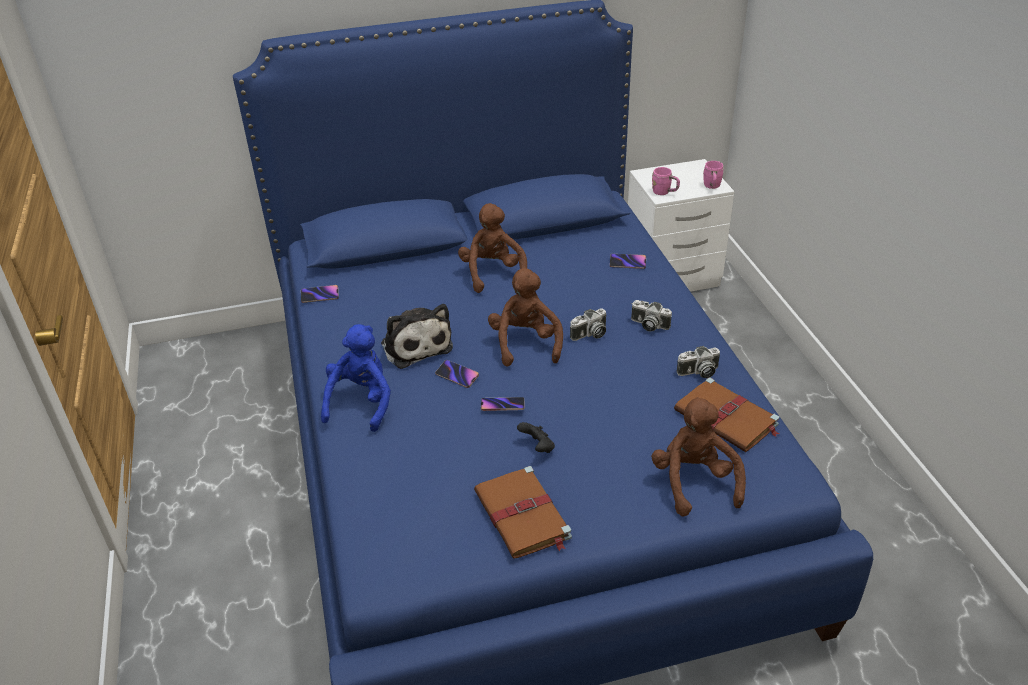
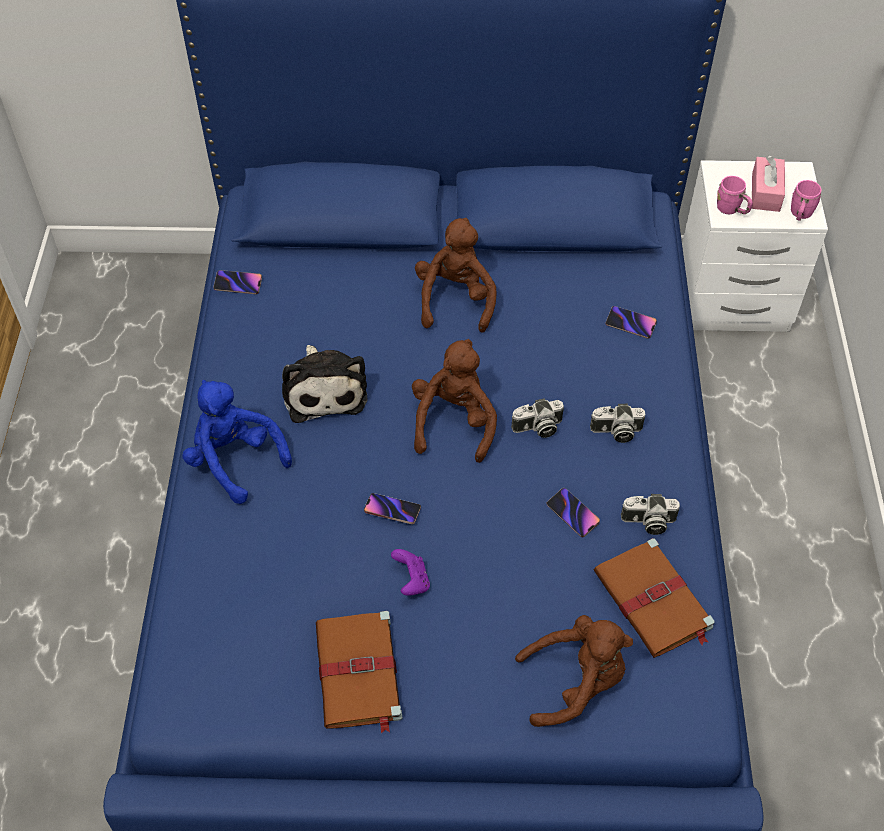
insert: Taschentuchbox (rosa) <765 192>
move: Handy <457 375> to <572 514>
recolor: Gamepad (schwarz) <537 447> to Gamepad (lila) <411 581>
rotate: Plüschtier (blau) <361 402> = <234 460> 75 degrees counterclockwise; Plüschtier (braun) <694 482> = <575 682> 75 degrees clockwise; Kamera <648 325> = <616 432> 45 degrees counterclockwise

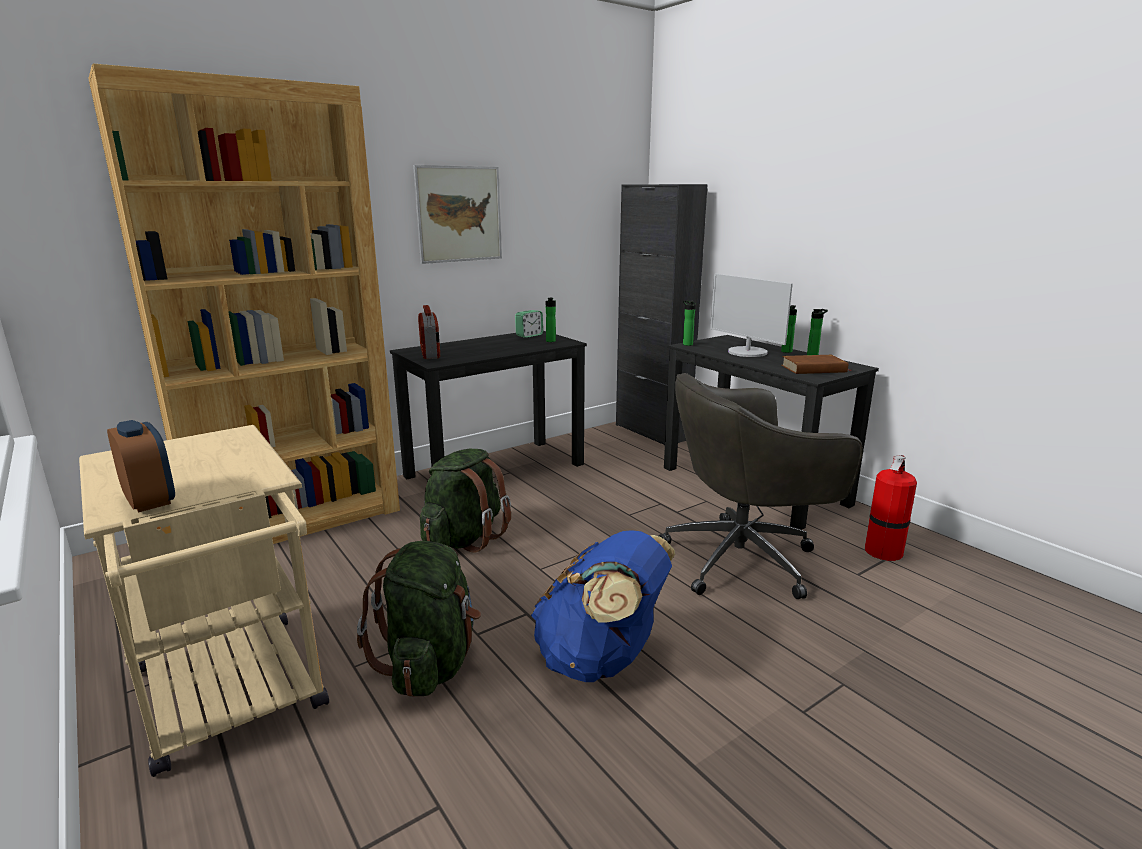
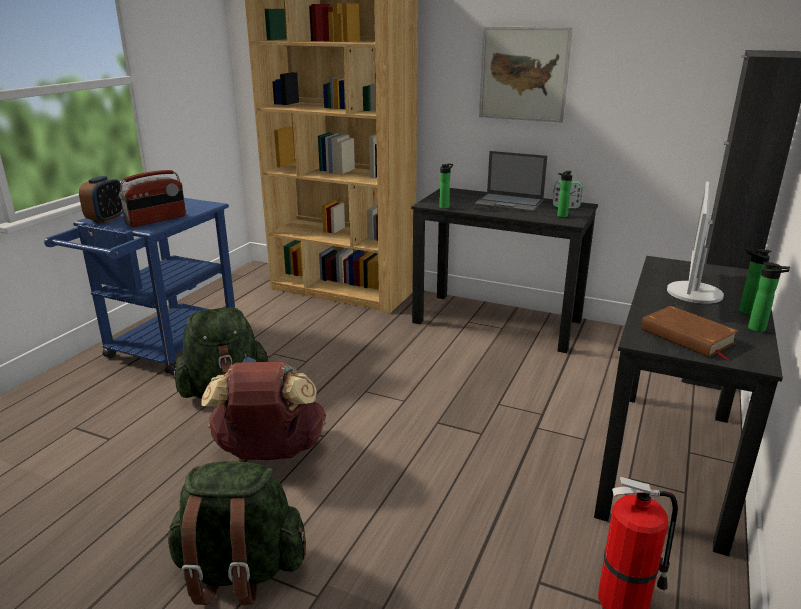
delete: Bürostuhl (grau) <743 559>
insert: Laptop <510 203>
move: Radio <430 353> to <156 220>; Rucksack (grün) <465 538> to <239 571>; Flasche <686 344> to <445 207>
recolor: Rollwagen (beige) <234 699> to Rollwagen (blau) <165 350>; Rucksack (blau) <601 659> to Rucksack (braun) <269 453>

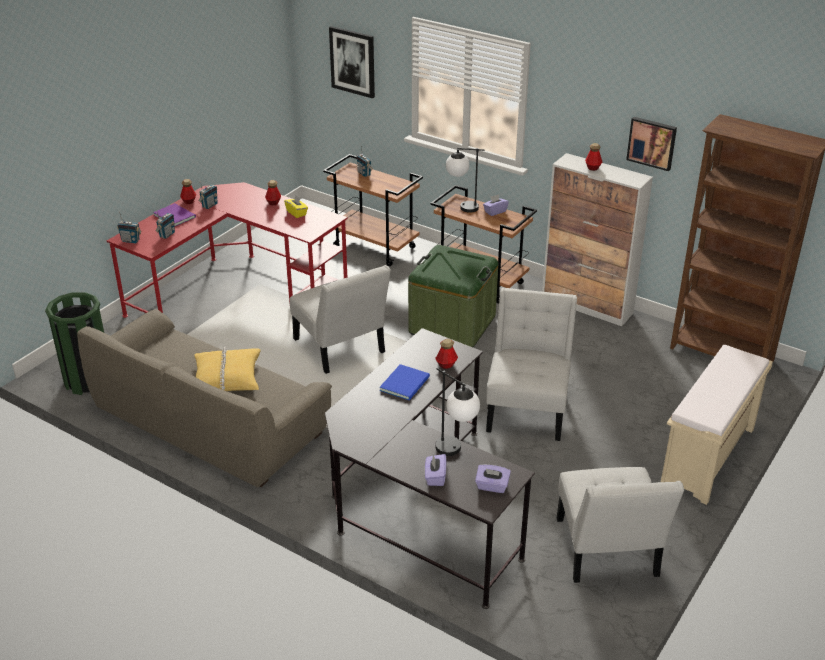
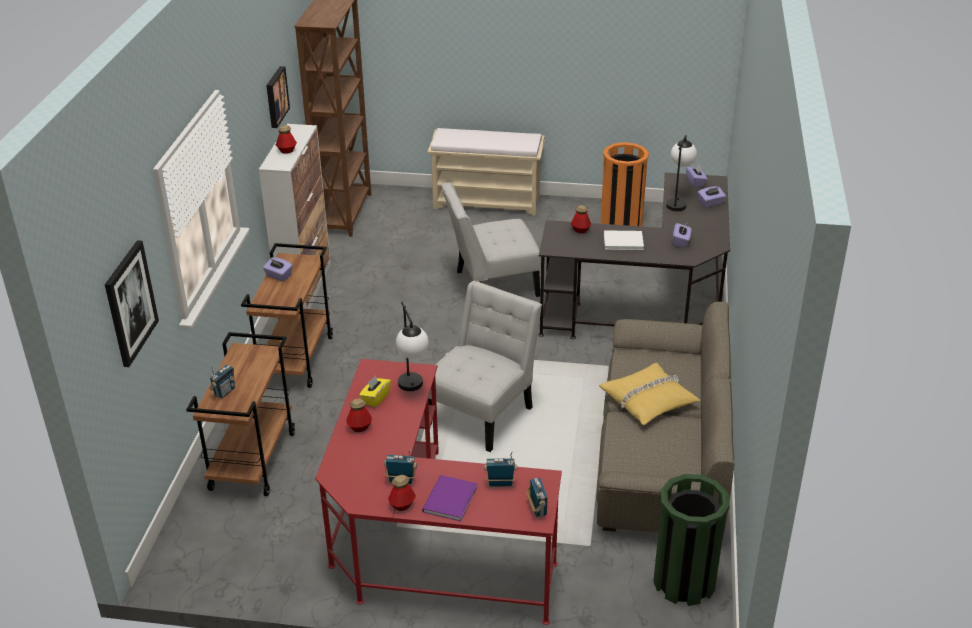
delete: Aufbewahrungsbox (grün) <452 324>
insert: Taschentuchbox (lila) <681 242>
move: Tischlampe <461 207> to <413 389>
replace: Stuhl (weiß) <607 552> to Mülleimer (orange) <621 223>
recolor: Buch (blau) <406 383> to Buch (weiß) <622 241>

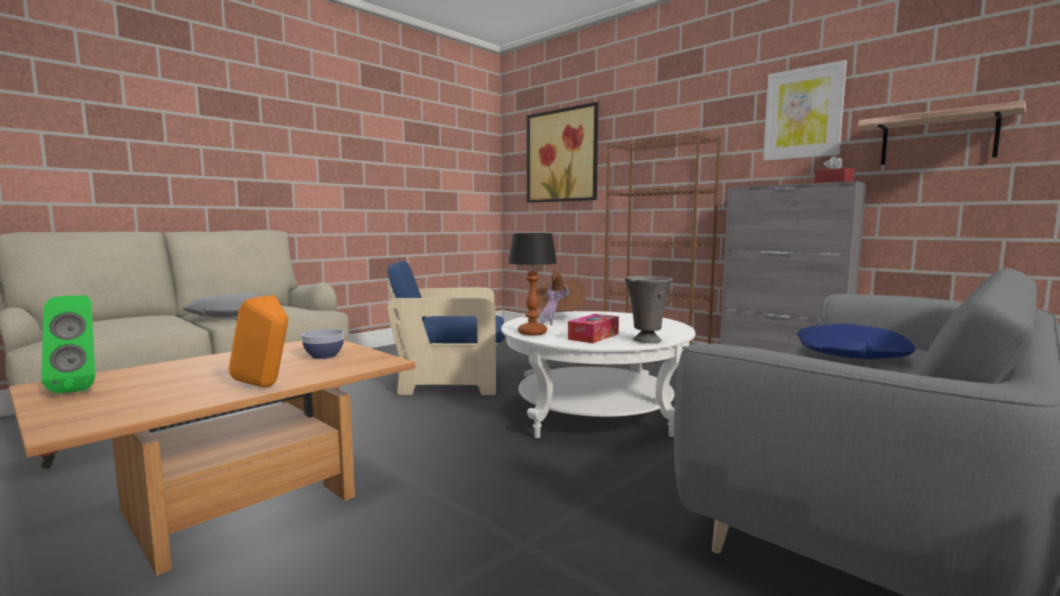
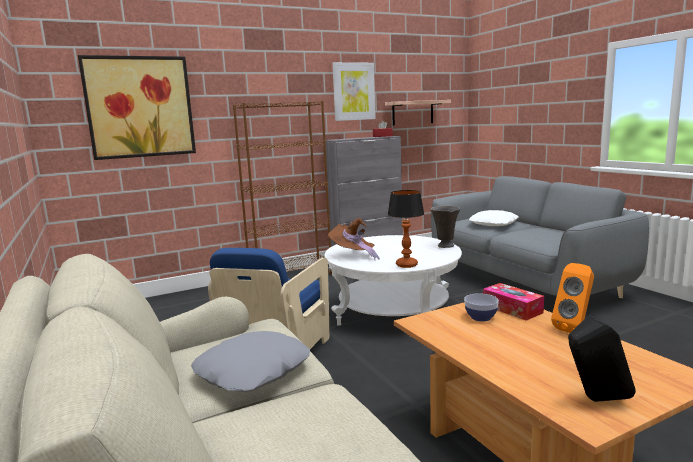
move: Taschentuchbox <593 336> to <512 309>
recolor: Kissen (blau) <851 353> to Kissen (weiß) <494 224>; Lautsprecher (grün) <79 388> to Lautsprecher (schwarz) <595 400>

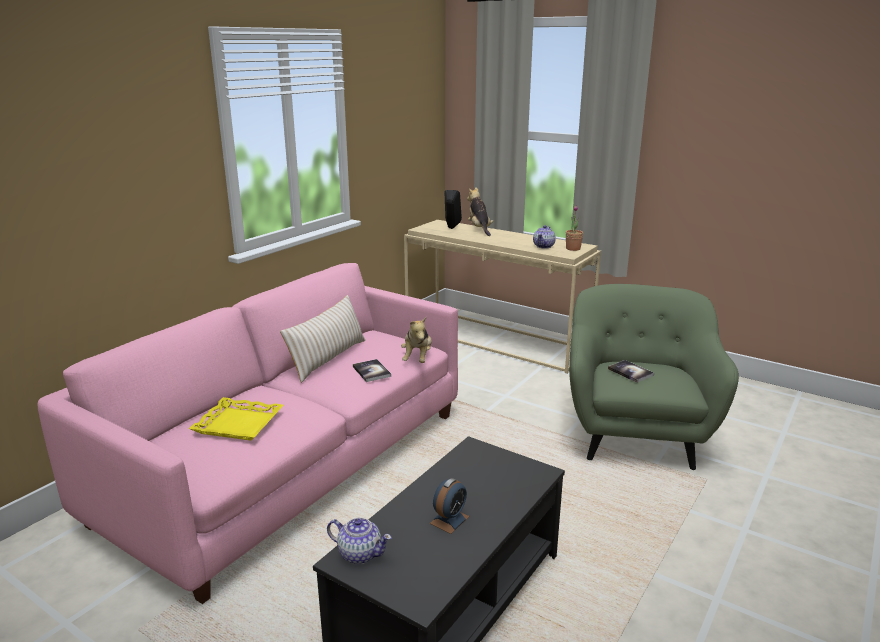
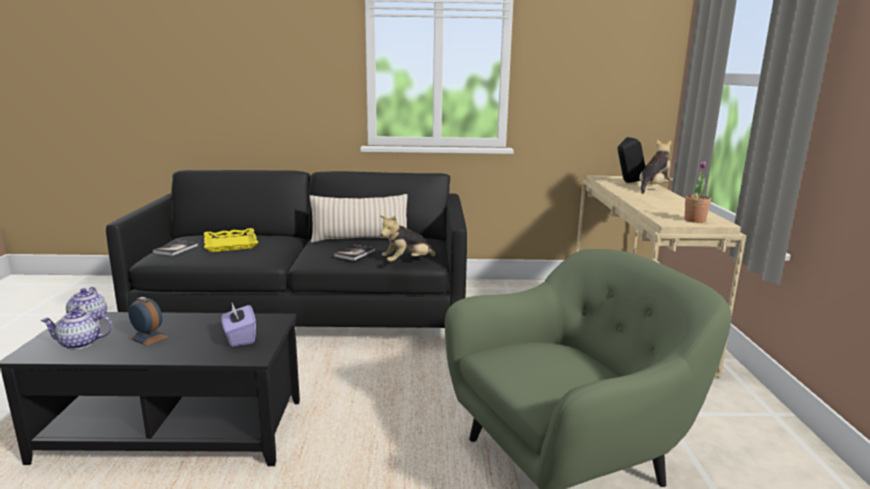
insert: Taschentuchbox (lila) <239 338>
move: Teekanne <544 246> to <80 343>; Buch <630 372> to <175 249>
recolor: Sofa (rosa) <290 464> to Sofa (schwarz) <310 312>
rotate: Wecker <449 520> = <148 337> 150 degrees counterclockwise

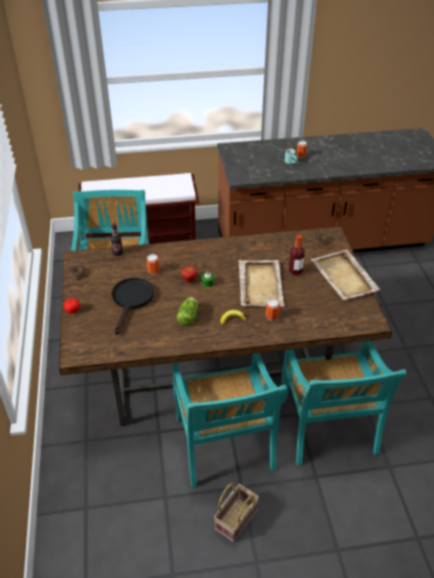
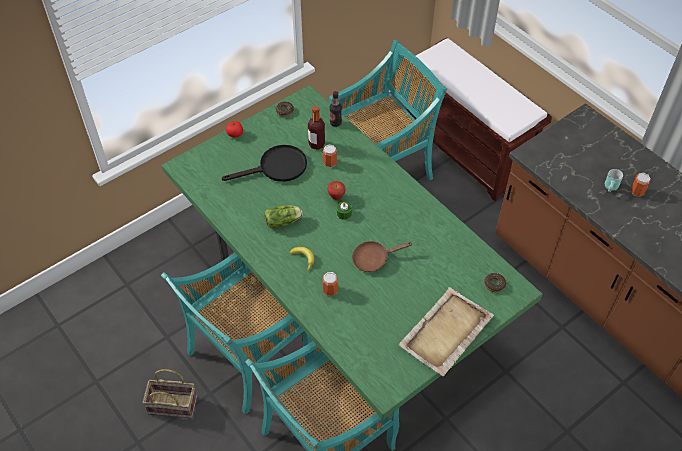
move: Flasche <295 271> to <316 144>
replace: Tablett (beige) <260 284> to Pfanne (braun) <374 259>
recolor: Esstisch (braun) <217 368> to Esstisch (grün) <341 303>

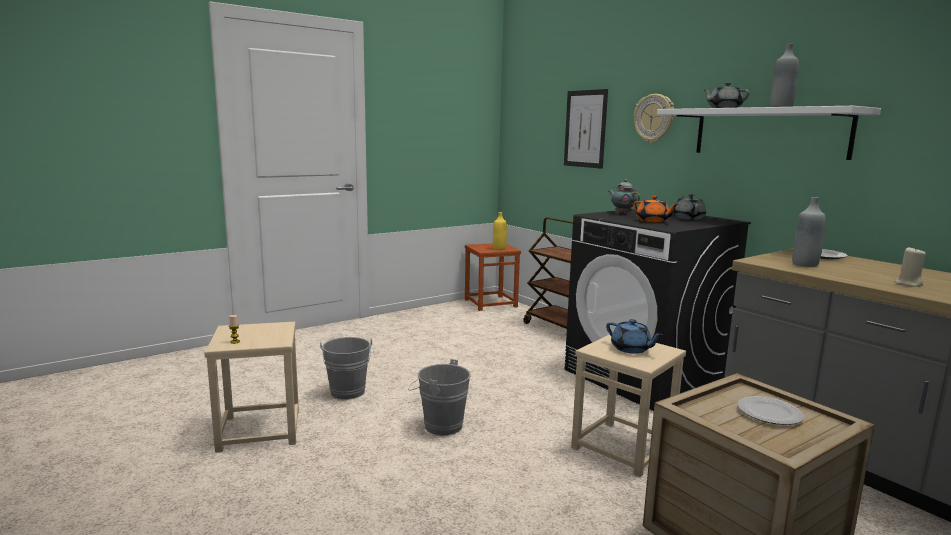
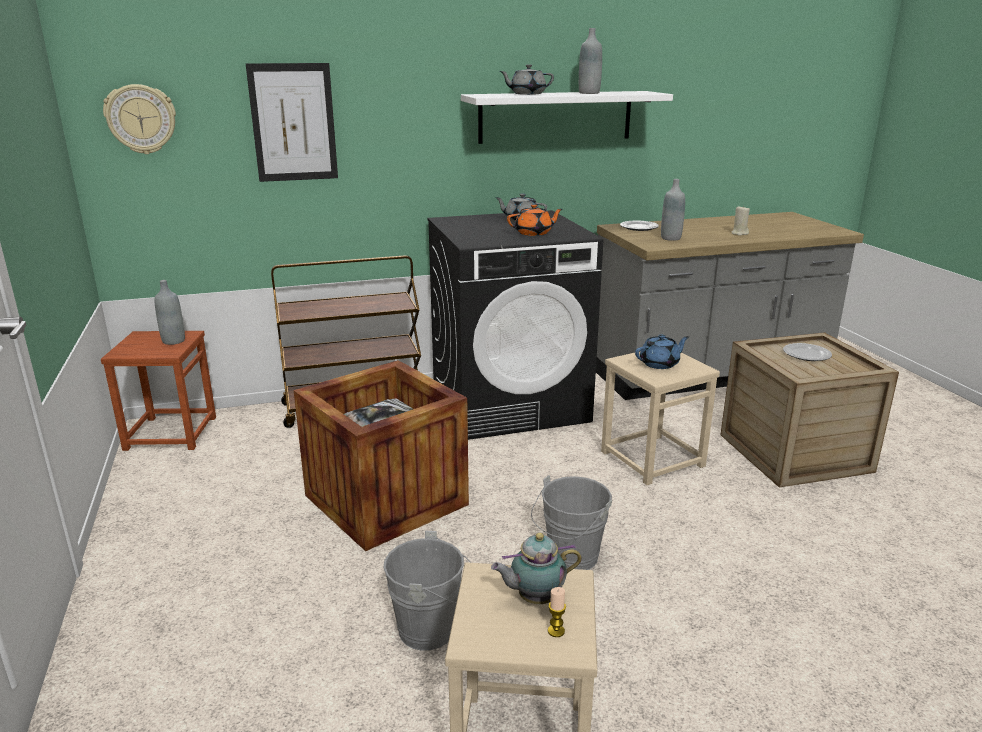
insert: Kiste <386 500>
move: Wanduhr <654 118> to <141 119>; Teekanne <622 213> to <534 598>
recolor: Flasche (gelb) <499 249> to Flasche (grau) <173 341>

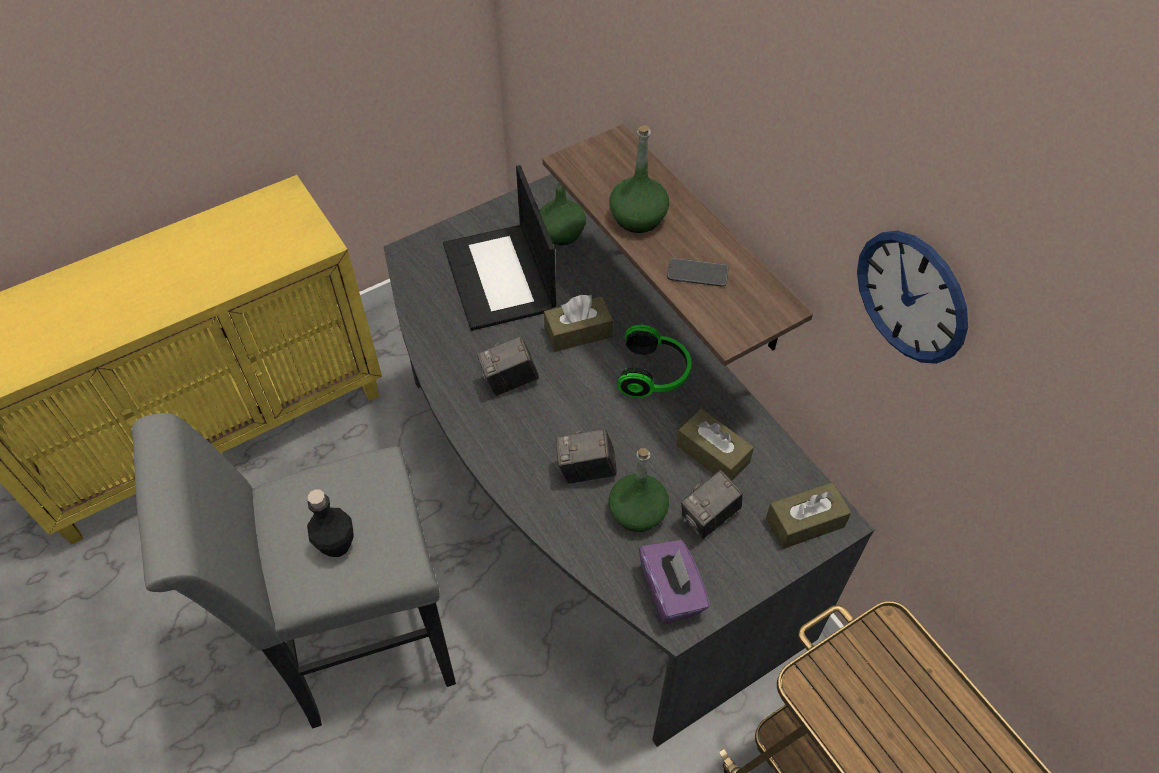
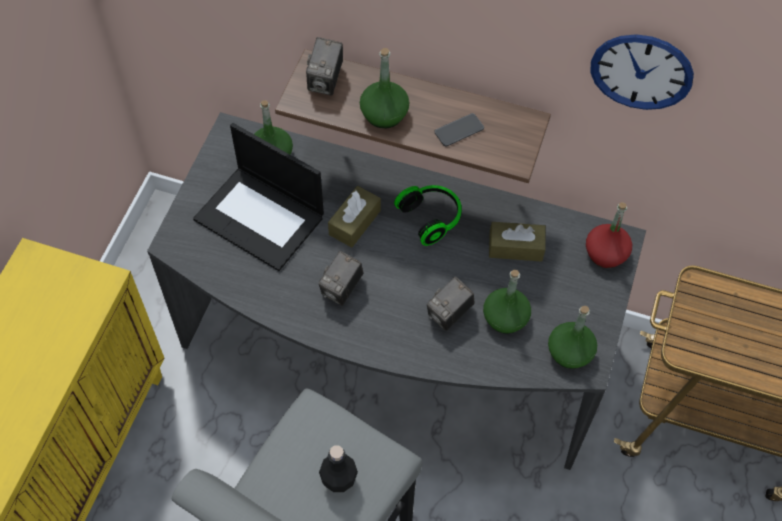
move: Kamera <709 518> to <325 81>
replace: Taschentuchbox (lila) <671 592> to Flasche (grün) <569 352>; Taschentuchbox (braun) <805 522> to Flasche (rot) <605 253>

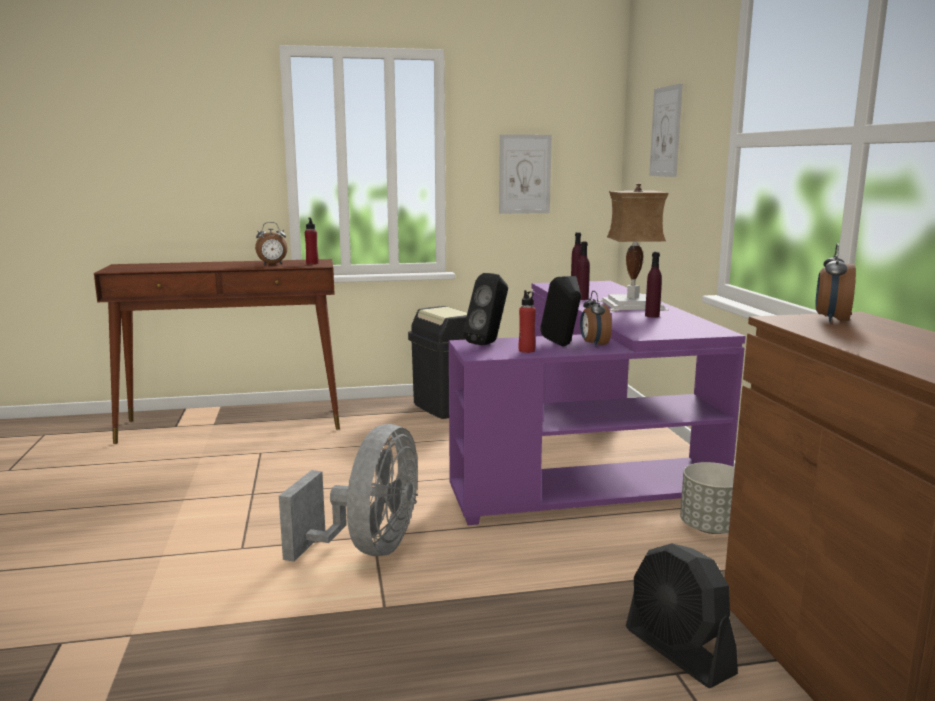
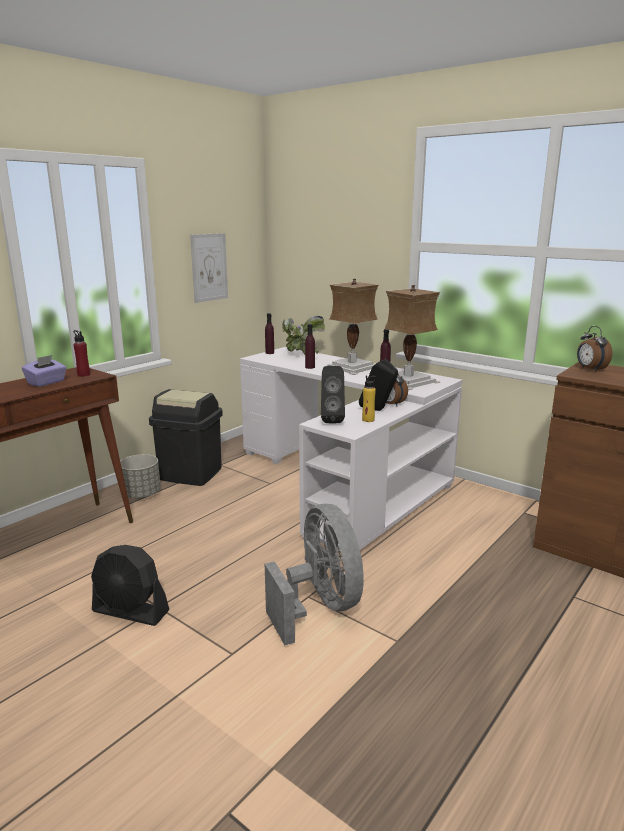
delete: Bild <665 132>
insert: Topfpflanze <300 355>; Tischlampe <408 381>
move: Ventilator (schwarz) <679 651> to <131 611>; Pflanzkübel (grau) <711 527> to <142 494>
replace: Wecker <272 264> to Taschentuchbox (lila) <46 382>
recolor: Schreibtisch (lila) <594 458> to Schreibtisch (weiß) <346 482>; Flasche (rot) <526 350> to Flasche (gelb) <368 420>

